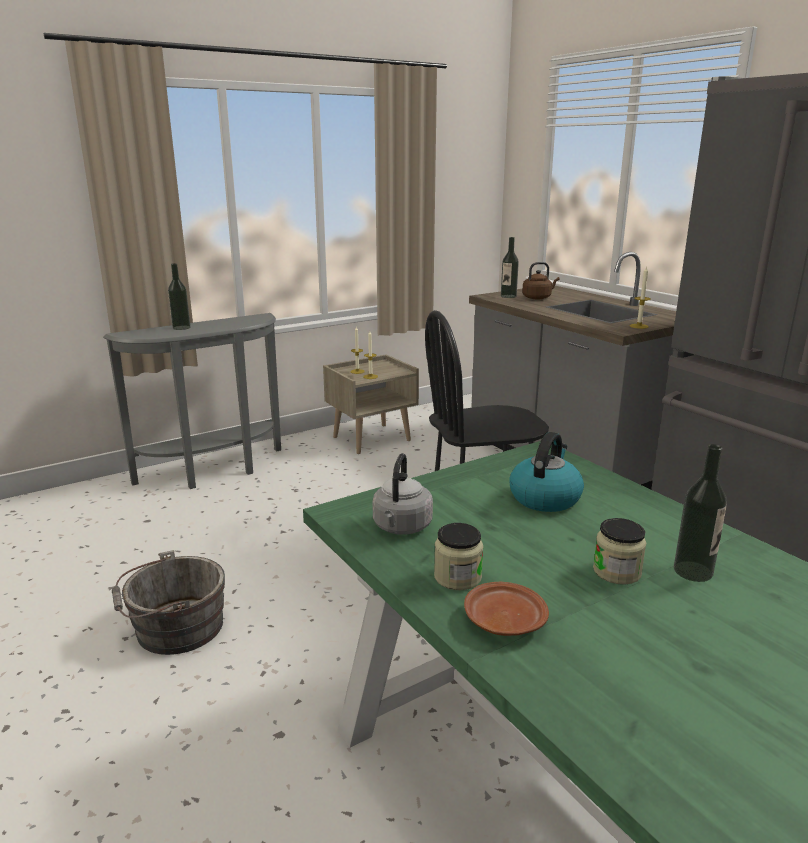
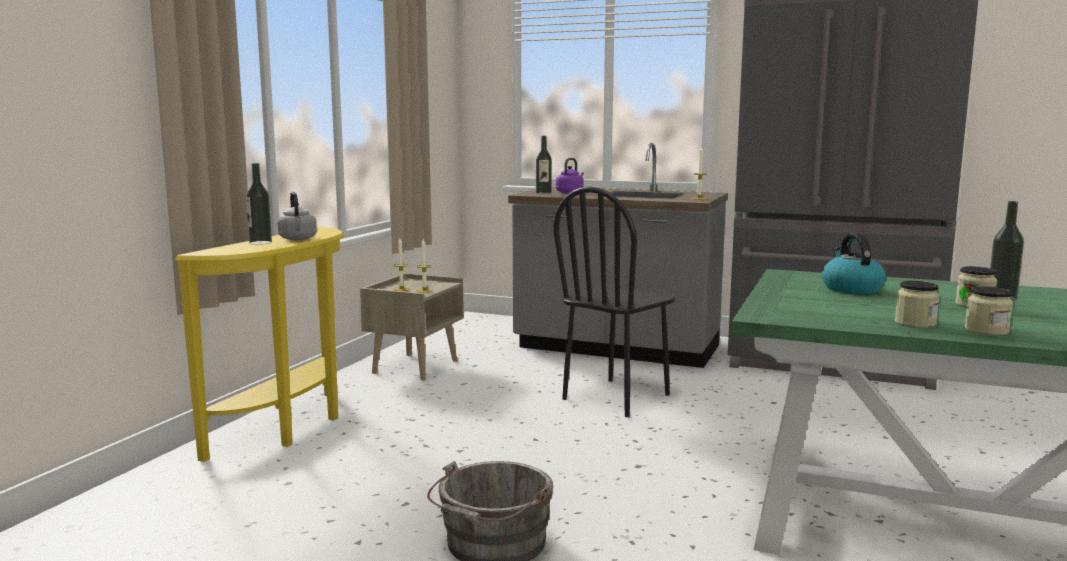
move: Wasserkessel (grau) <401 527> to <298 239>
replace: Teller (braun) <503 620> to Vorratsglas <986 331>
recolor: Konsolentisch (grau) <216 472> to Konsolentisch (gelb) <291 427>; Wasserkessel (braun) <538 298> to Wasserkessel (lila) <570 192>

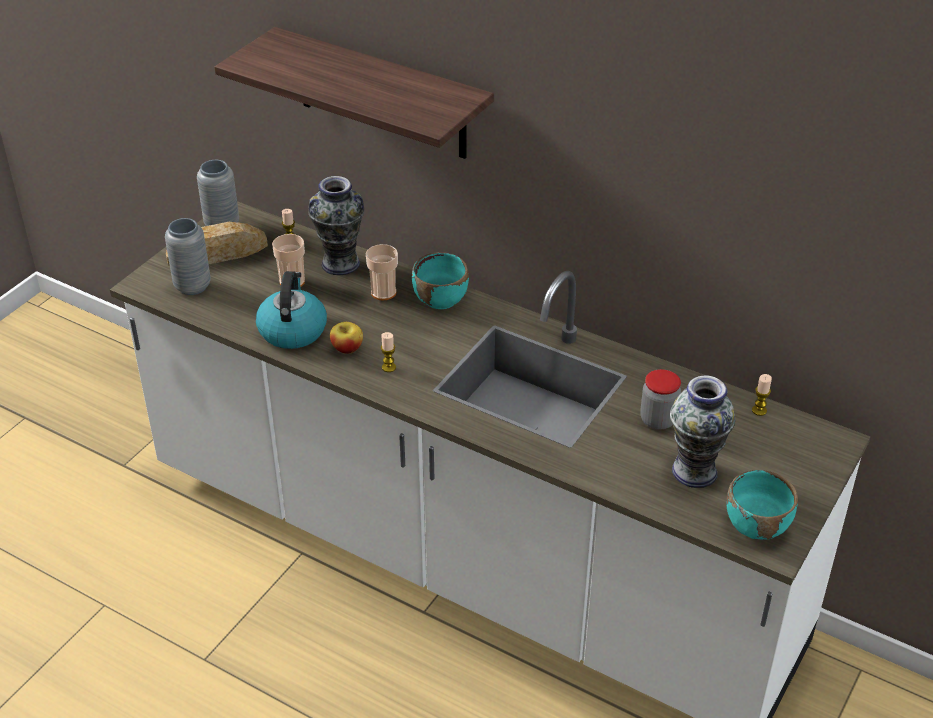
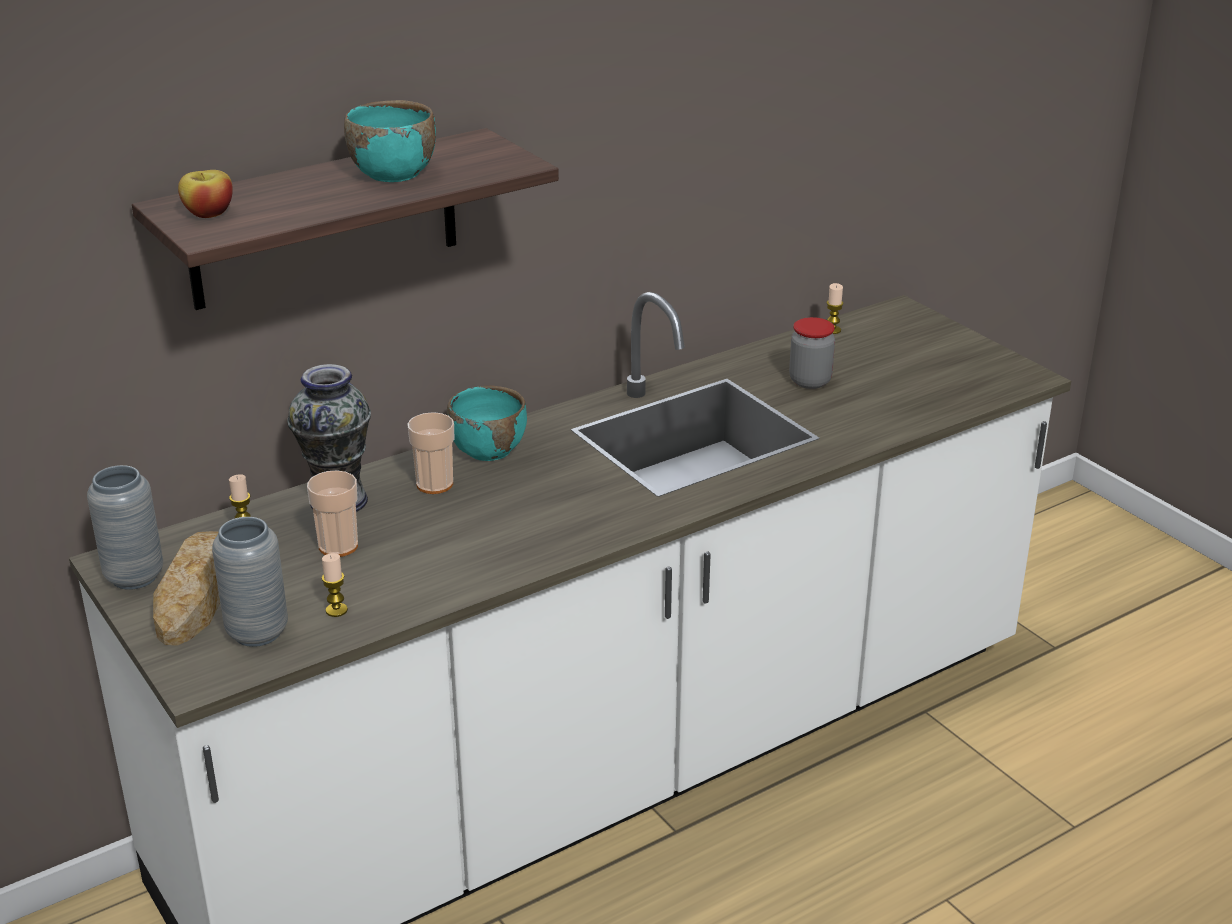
delete: Wasserkessel <292 330>; Vase <695 471>
move: Apfel <347 348> to <209 213>; Kerze <388 367> to <336 610>; Schüssel (türkis) <757 525> to <393 173>

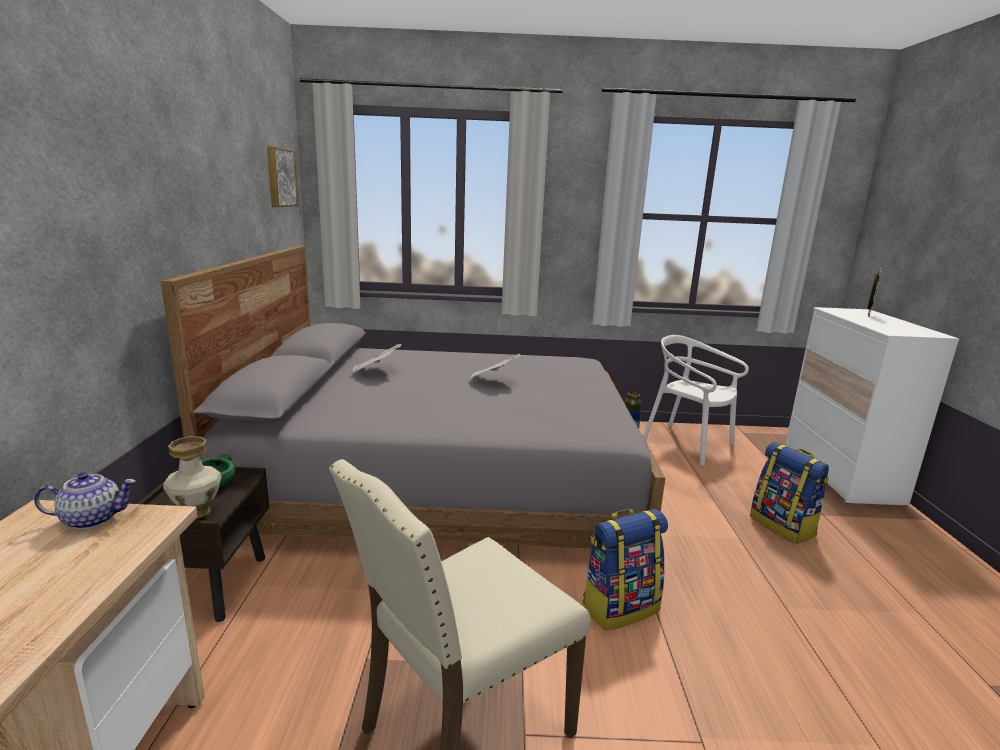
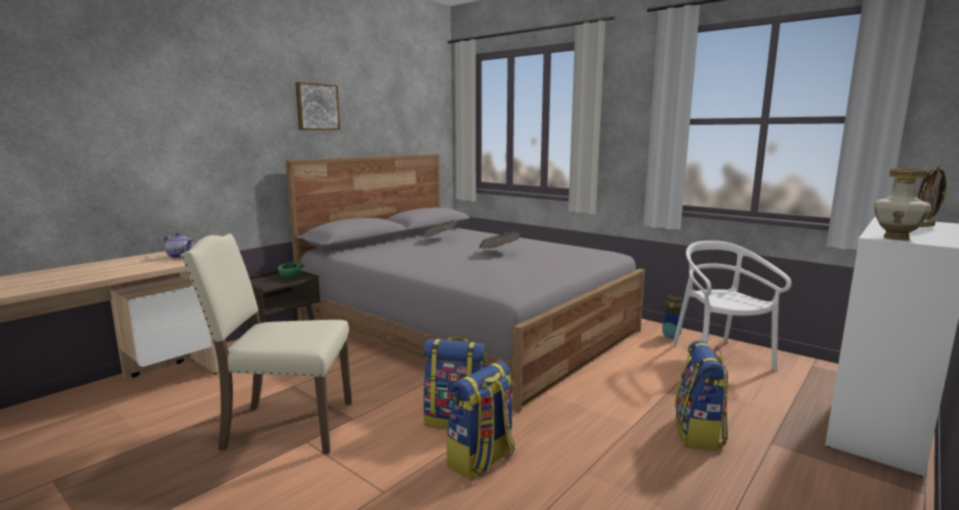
insert: Rucksack <482 460>
move: Bild <280 177> to <317 107>; Vase <198 512> to <896 238>

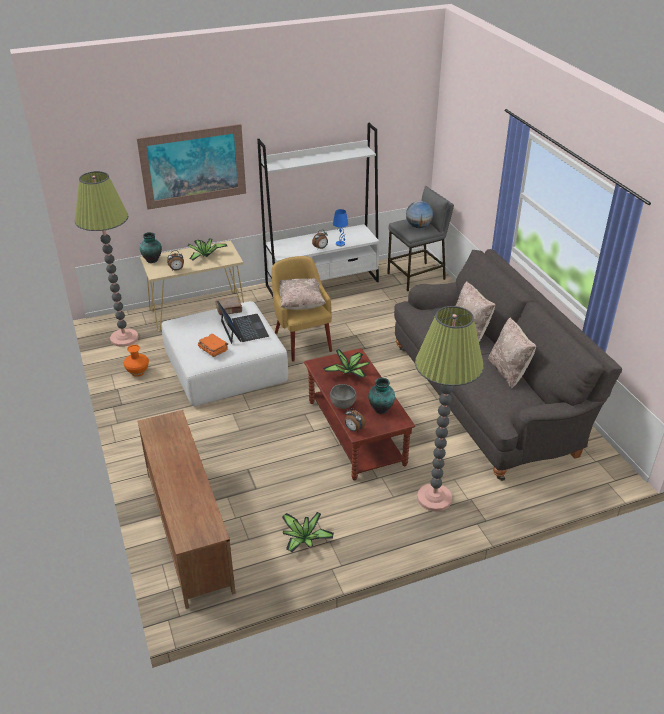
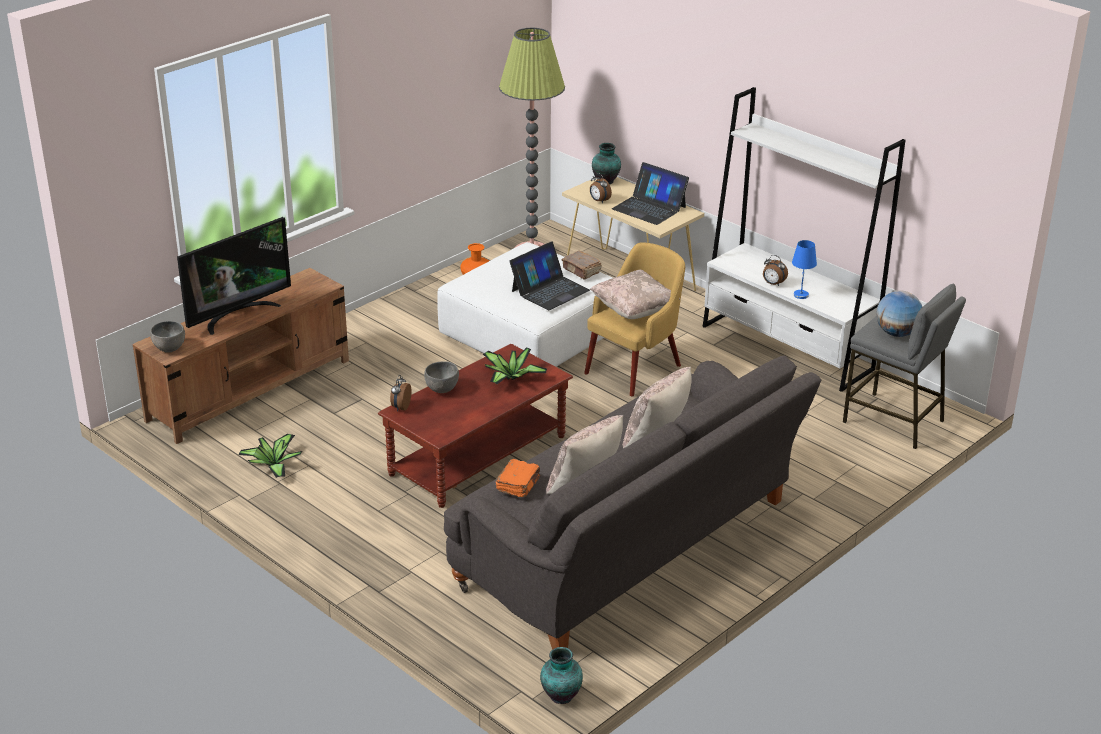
delete: Bild <193 166>; Stehlampe <434 498>
insert: Schüssel (grau) <169 348>; Fernseher <237 314>
move: Buch (orange) <213 349> to <518 485>; Vase <381 409> to <560 696>
replace: Topfpflanze <205 255> to Laptop <649 208>

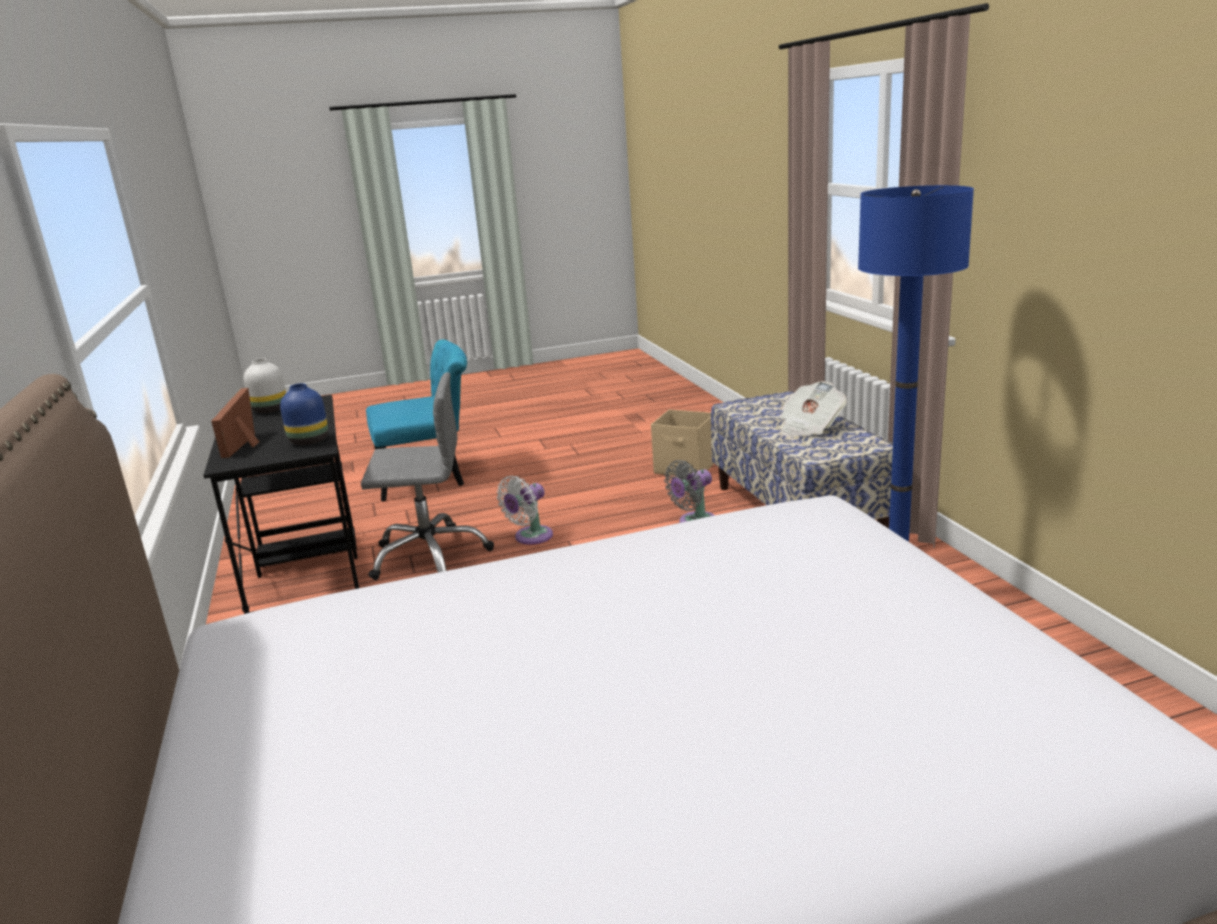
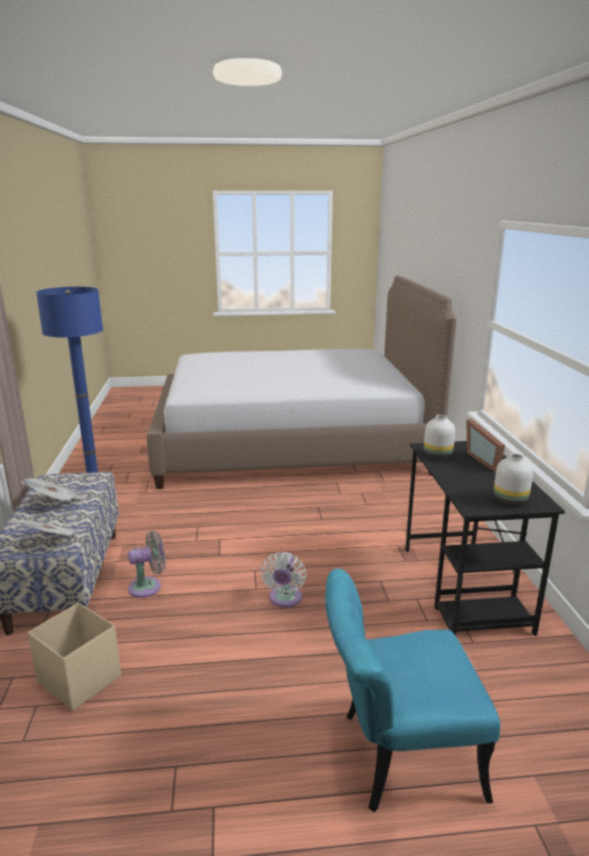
delete: Bürostuhl (grau) <430 555>
insert: Zeitung <52 541>
recolor: Vase (blau) <309 440> to Vase (weiß) <438 455>
rotate: Ventilator (weiß) <530 537> = <285 599> 135 degrees clockwise; Bilderrahmen <247 444> = <485 460> 150 degrees clockwise

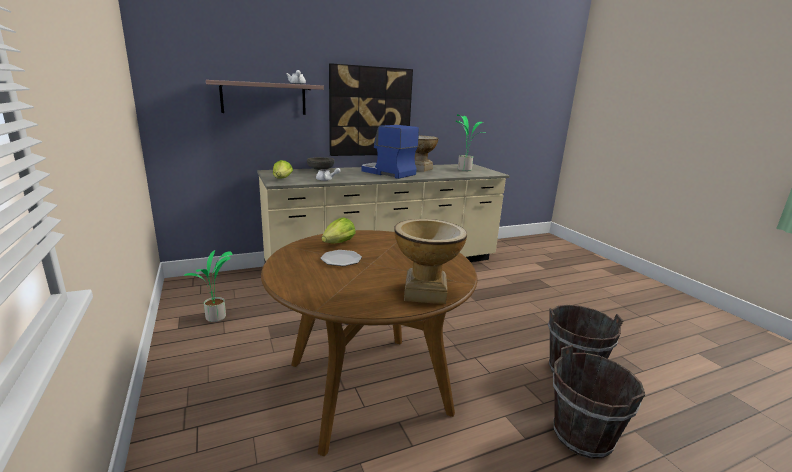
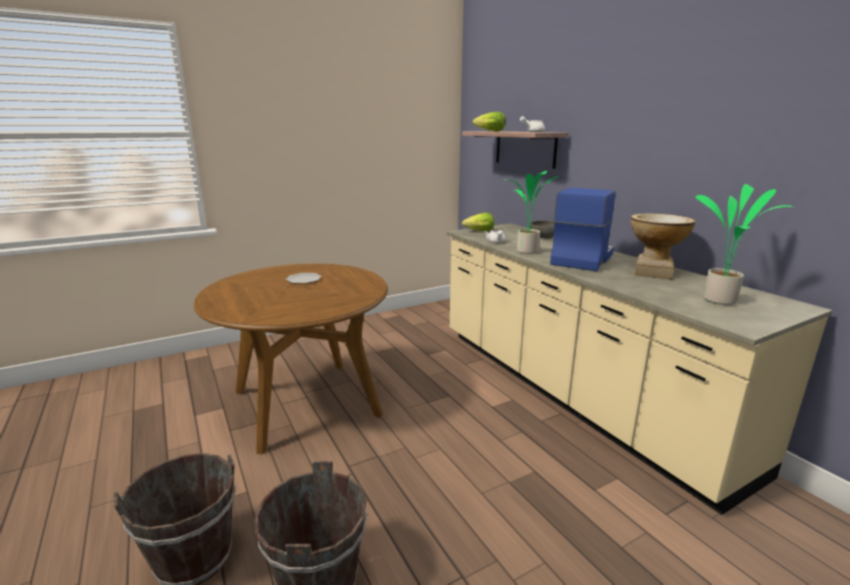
delete: Bild <370 112>; Vase <425 292>
move: Salatkopf <338 243> to <490 131>; Topfpflanze <216 318> to <526 252>

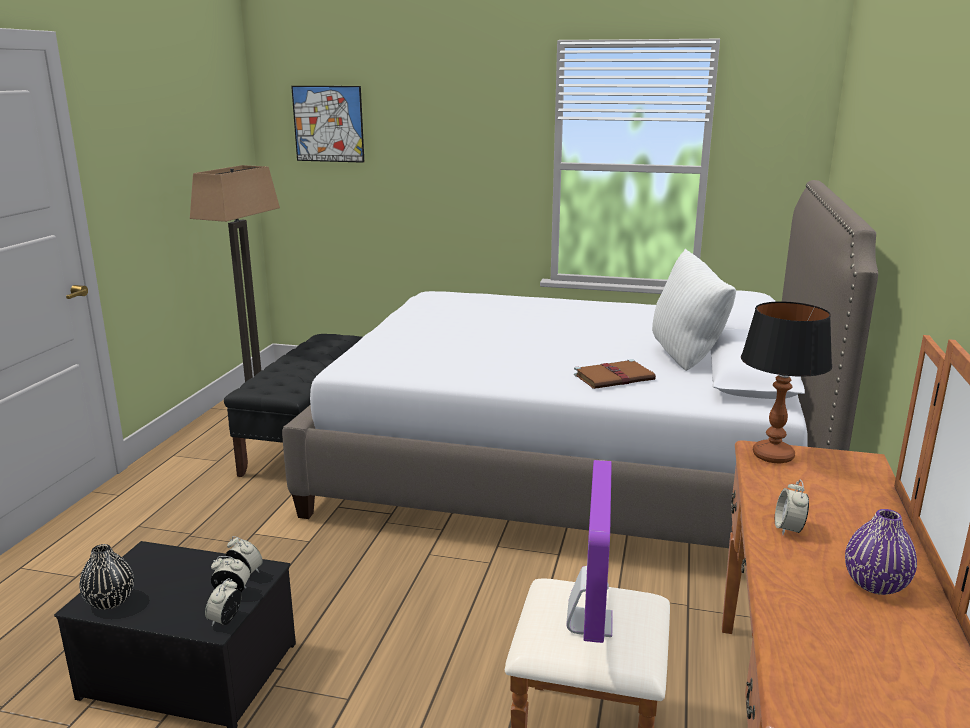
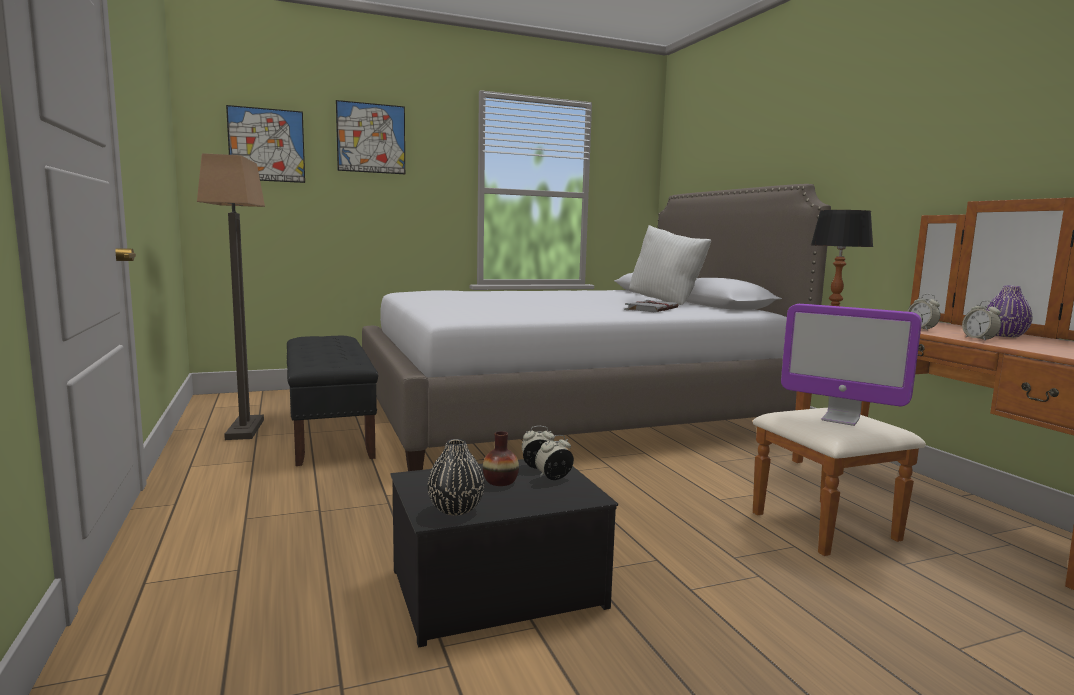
insert: Bild <371 138>; Vase <500 481>
move: Wecker <225 620> to <979 339>
recolor: Buch (braun) <615 377> to Buch (grau) <652 309>
rotate: Monitor <589 622> = <840 419> 150 degrees clockwise

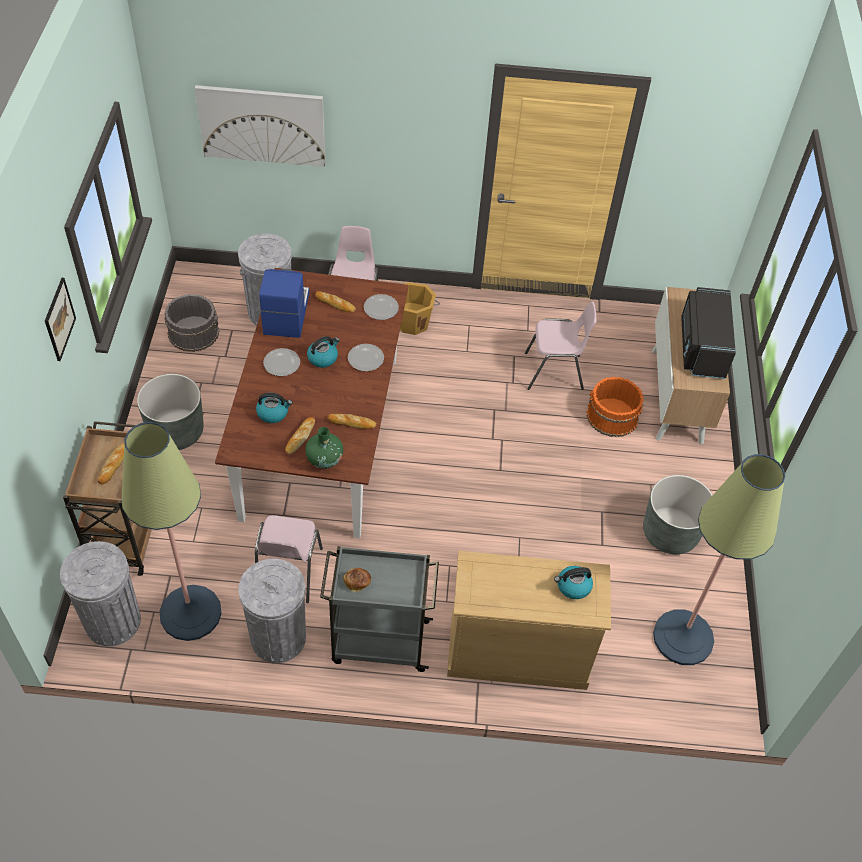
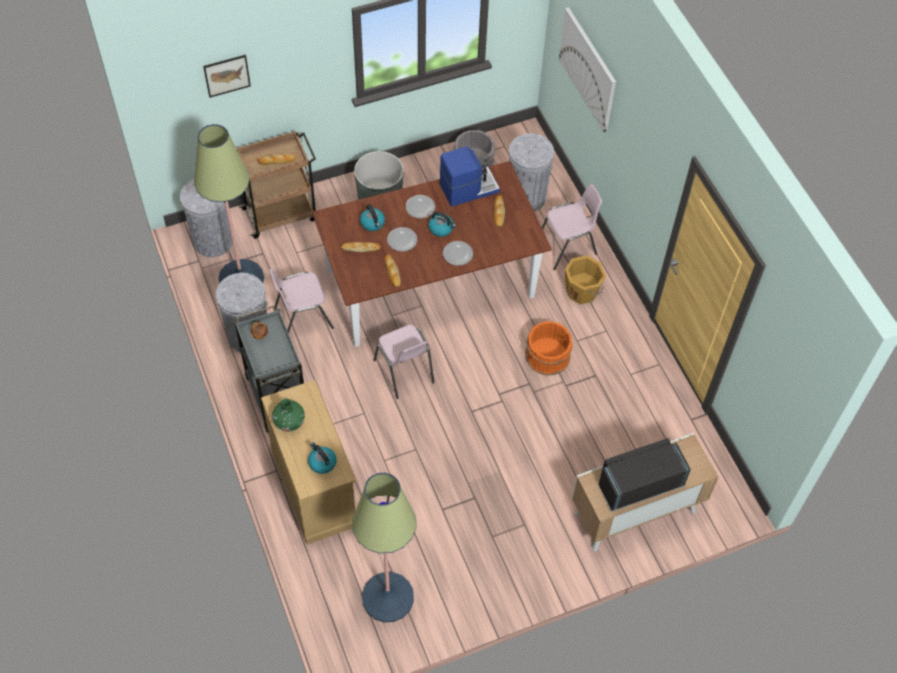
delete: Pflanzkübel (grau) <670 532>
move: Bild <59 319> to <227 75>; Vase (grün) <324 459> to <289 422>; Stuhl (rosa) <554 372> to <404 372>; Teller <380 308> to <402 240>; Eimer (orange) <612 417> to <547 355>

